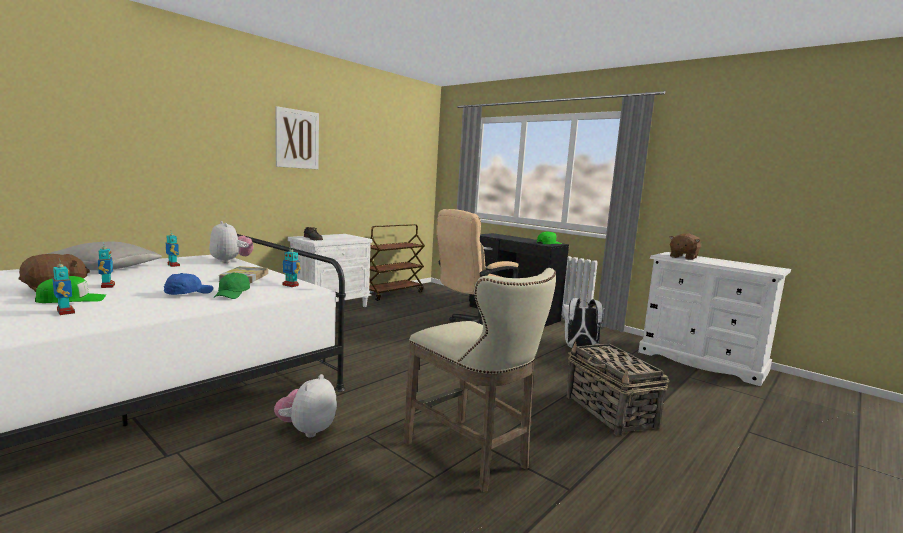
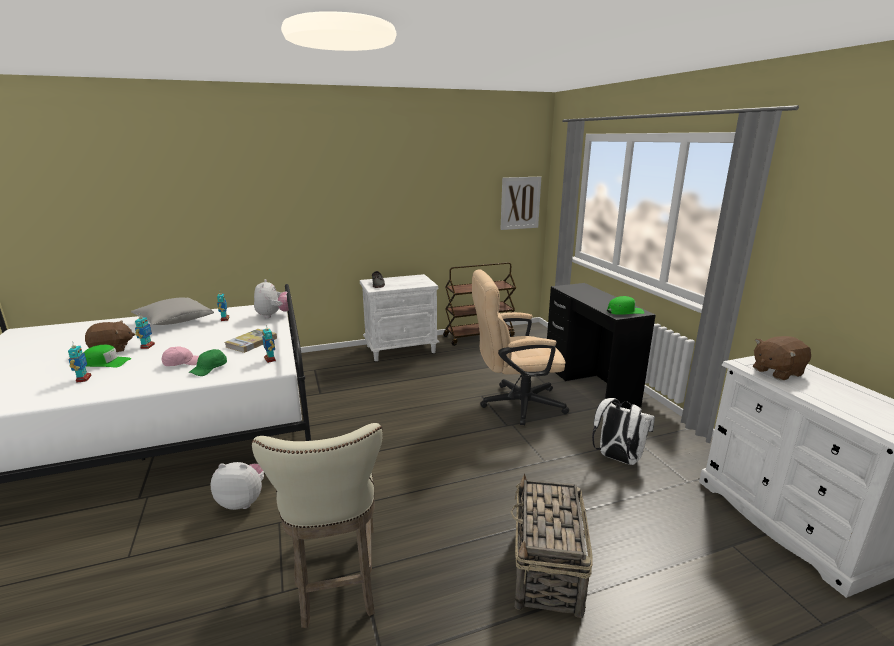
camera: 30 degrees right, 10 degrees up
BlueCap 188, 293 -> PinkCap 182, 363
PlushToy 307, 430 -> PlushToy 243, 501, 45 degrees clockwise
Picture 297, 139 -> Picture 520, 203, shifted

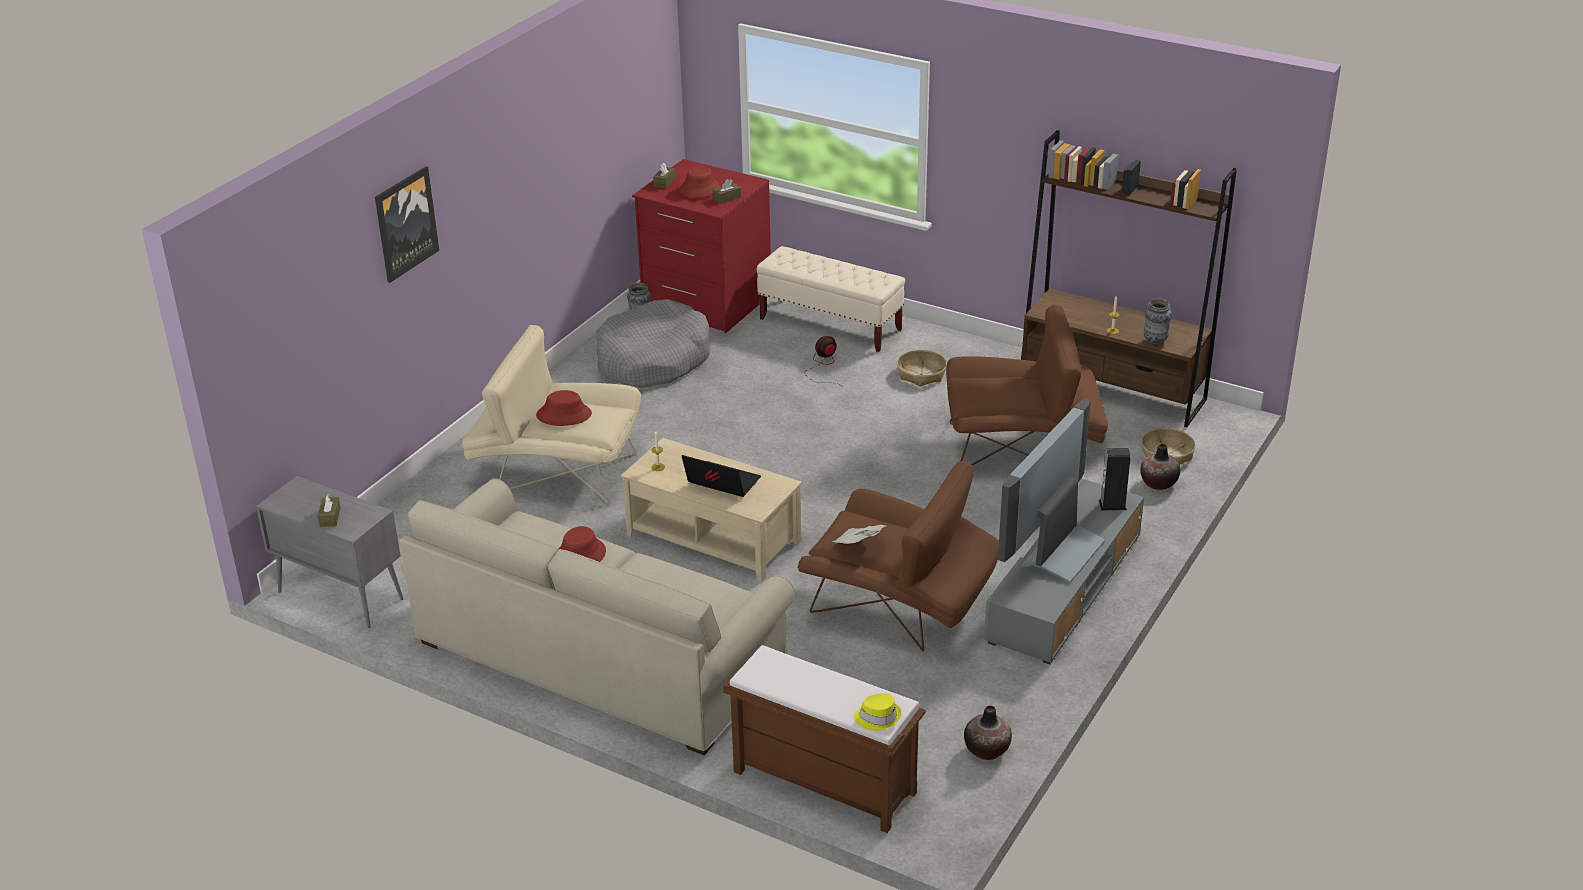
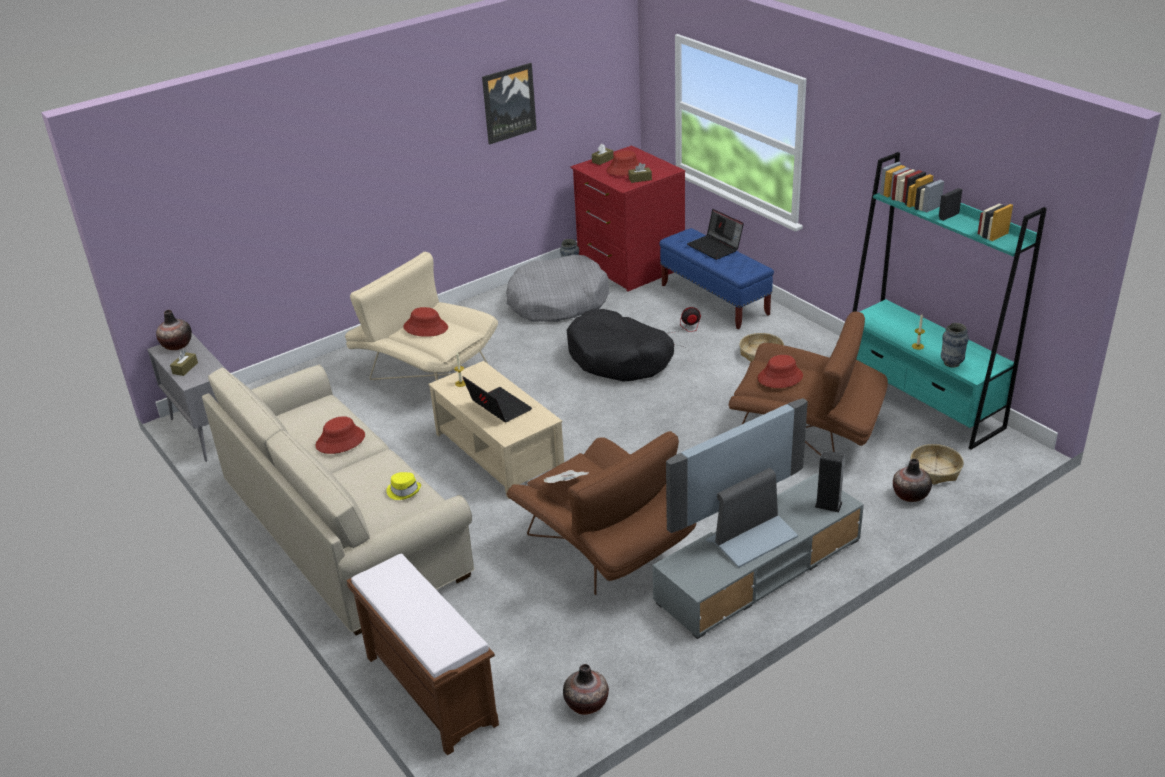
camera: 25 degrees right, 0 degrees up
Picture 405, 223 -> Picture 508, 103, shifted
BeigeBench 830, 325 -> BlueBench 714, 300
YellowHat 877, 717 -> YellowHat 404, 490, shifted
BrownBookcase 1112, 390 -> TurquoiseBookcase 921, 402
none -> Vase 177, 345
none -> BlackDogBed 619, 358
none -> Laptop 715, 247
none -> RedHat 780, 377

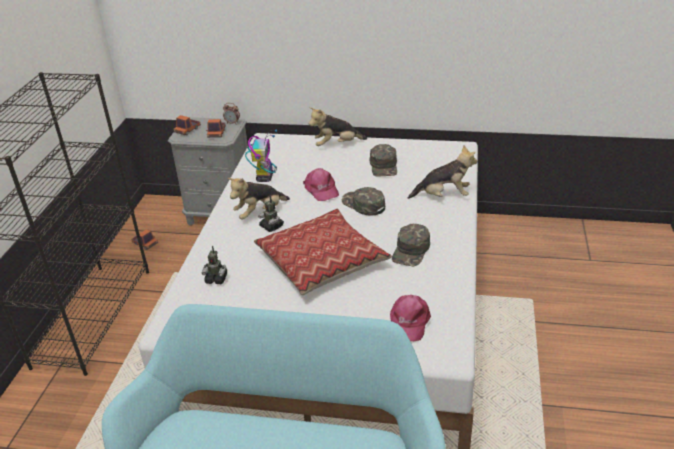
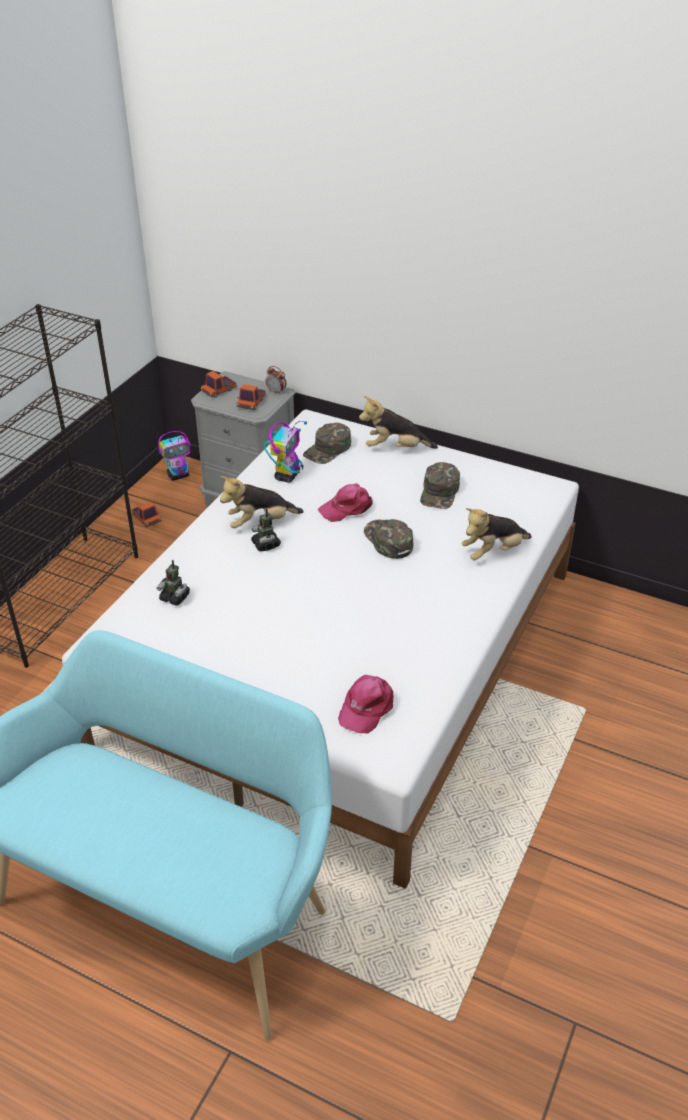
camera: 15 degrees right, 5 degrees up
Pillow 322, 261 -> none
PinkCap 321, 189 -> PinkCap 347, 508, 75 degrees clockwise
GreenCap 411, 250 -> GreenCap 328, 449, shifted
PlushToy 443, 196 -> PlushToy 493, 552, 135 degrees clockwise
none -> ToyRobot 178, 475

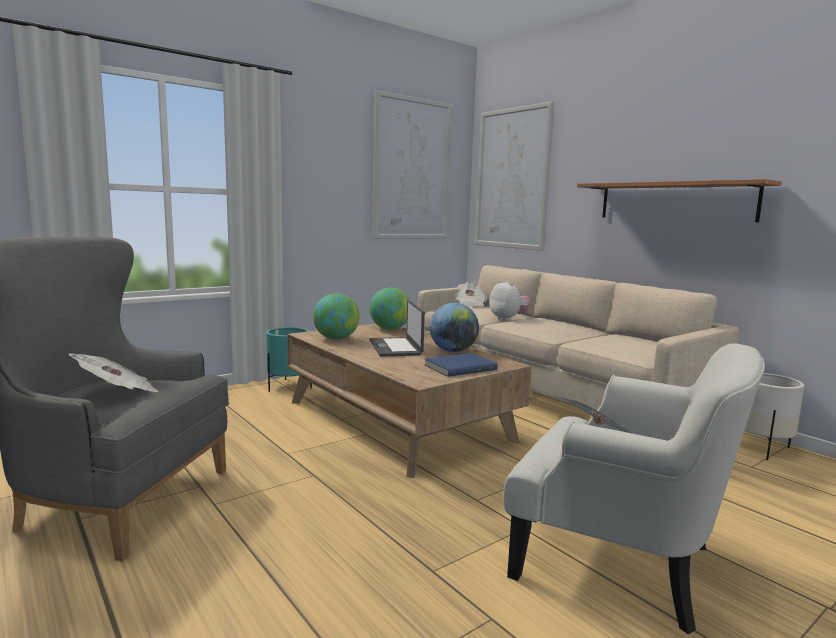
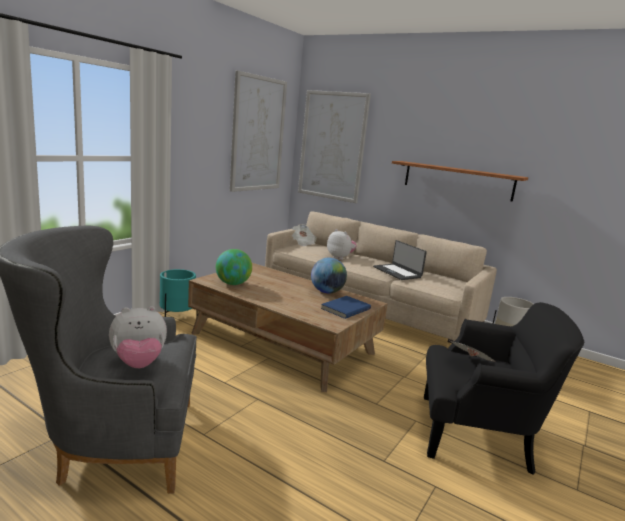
camera: 20 degrees left, 5 degrees up
Newspaper 118, 393 -> PlushToy 138, 363
Globe 390, 329 -> none
Laptop 396, 347 -> Laptop 397, 272, shifted
WhiteArmchair 619, 560 -> BlackArmchair 477, 434

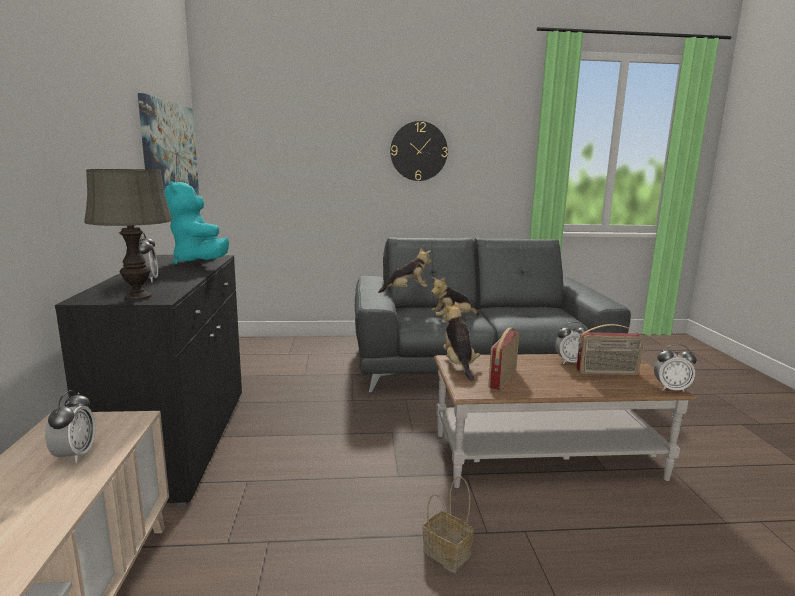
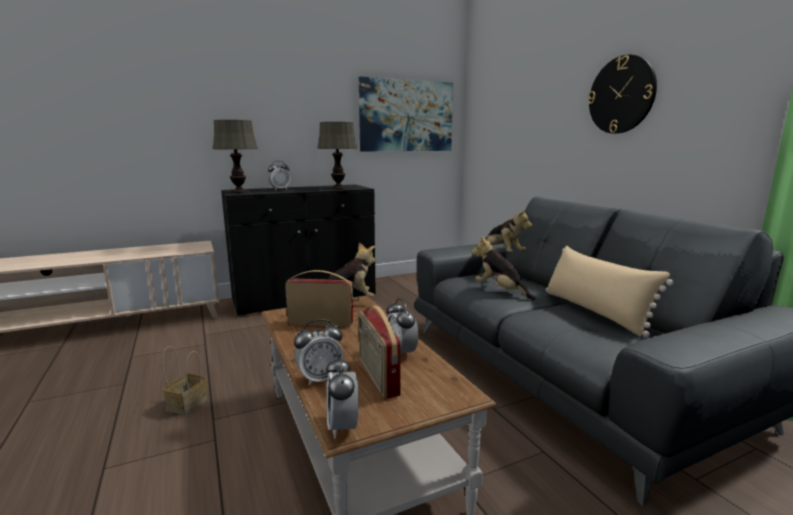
camera: 70 degrees right, 0 degrees up
AlarmClock 75, 455 -> AlarmClock 320, 379, shifted
TurquoisePlushToy 200, 262 -> GreyTableLamp 338, 188
none -> BeigePillow 594, 311

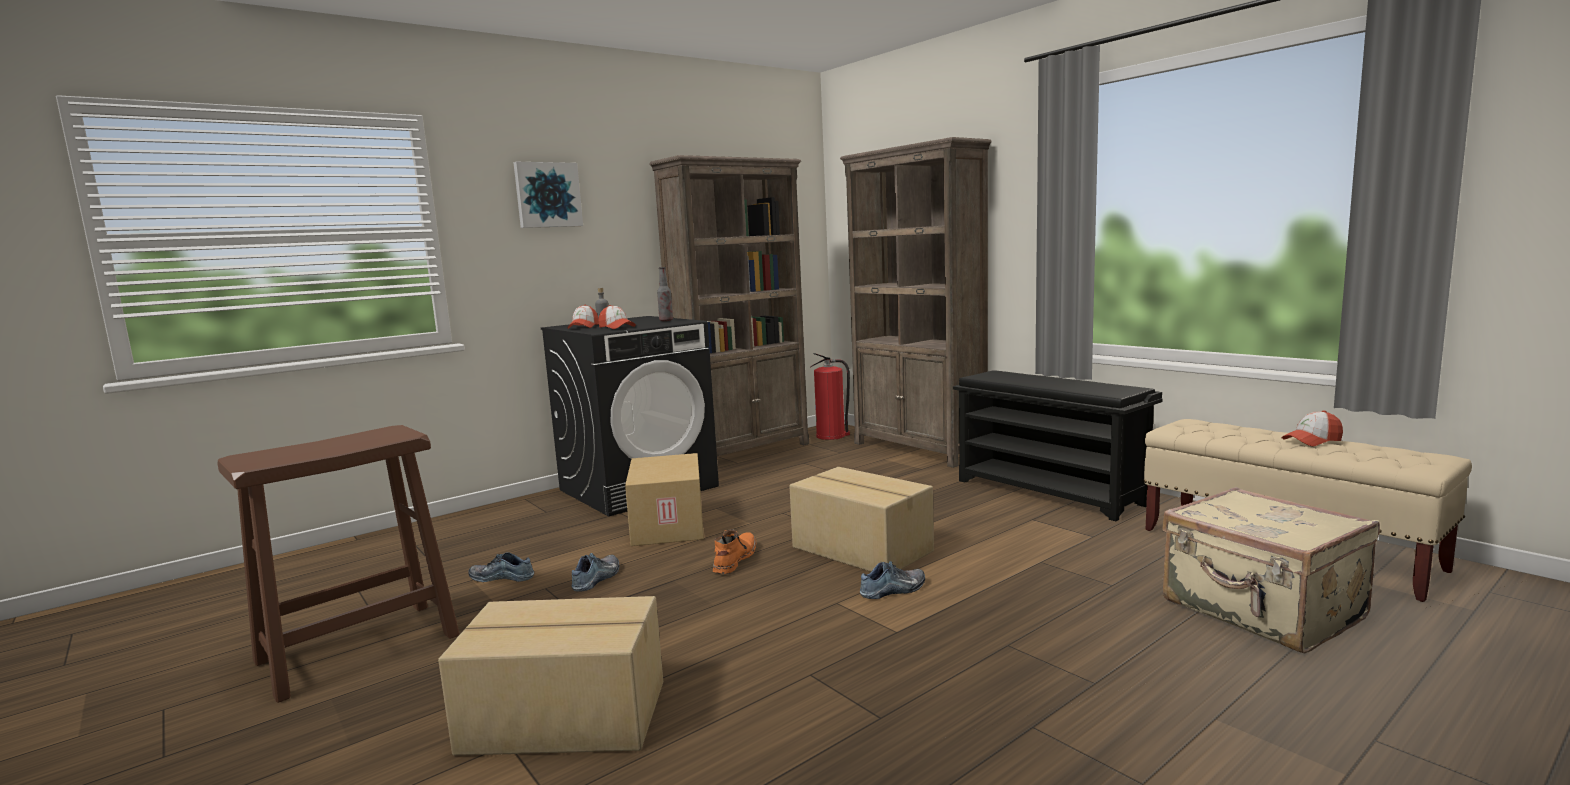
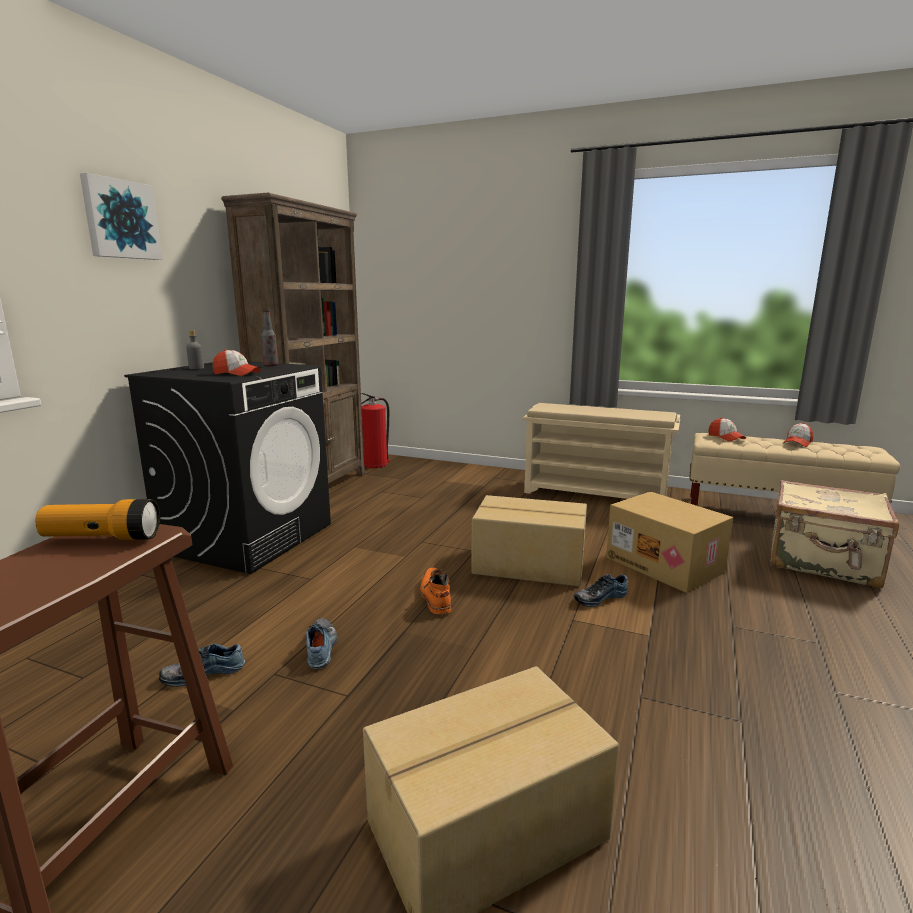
camera: 30 degrees left, 5 degrees up
Cap 583, 327 -> Cap 725, 437, shifted
CardboardBox 670, 525 -> CardboardBox 665, 564, shifted
BrownBookcase 918, 449 -> none
Shoe 894, 590 -> Shoe 599, 597, 150 degrees counterclockwise
BlackShoeRack 1050, 492 -> BeigeShoeRack 596, 494
none -> Flashlight 102, 538

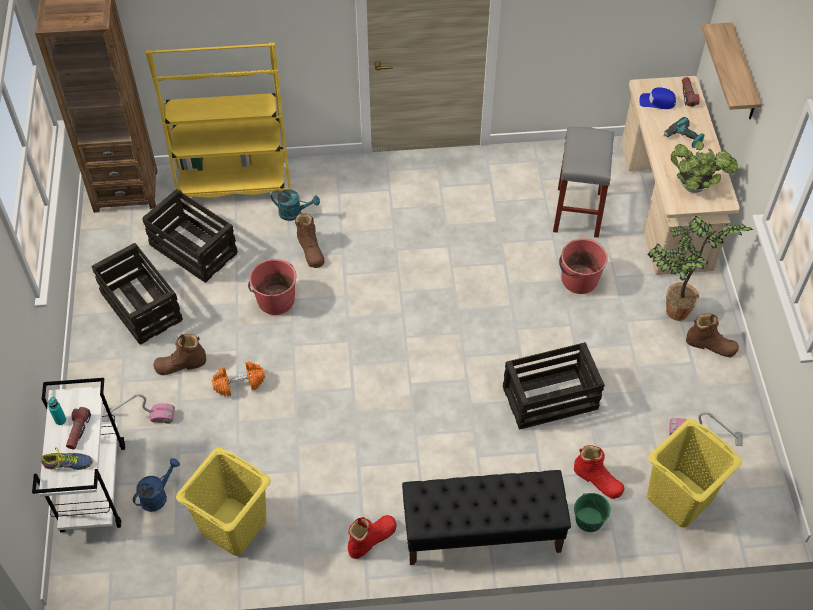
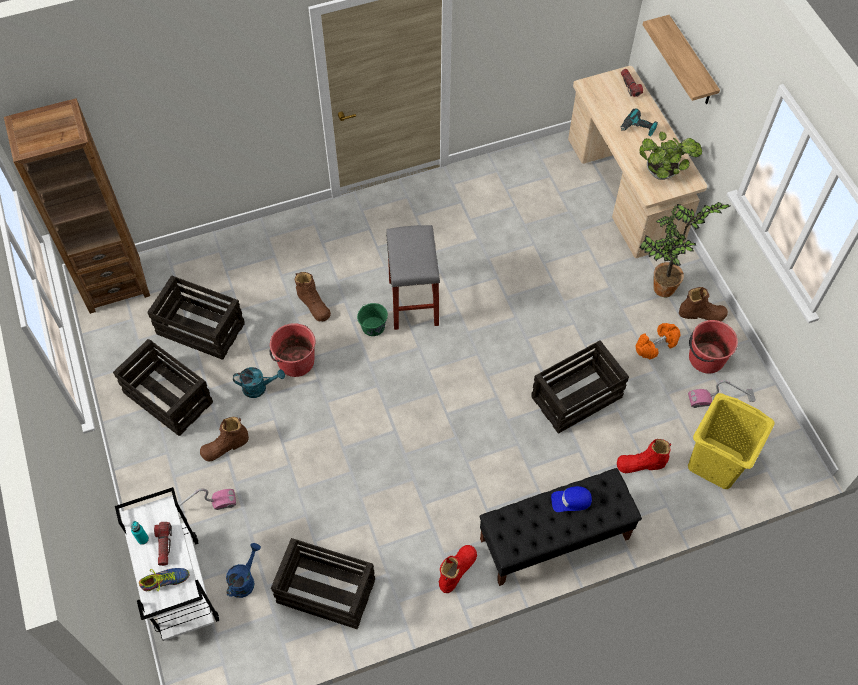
camera: 15 degrees left, 5 degrees up
YellowBookcase 234, 183 -> none
YellowLaundryBasket 233, 526 -> Crate 325, 591
OrangeDumbbell 239, 383 -> OrangeDumbbell 656, 345, shifted
TurquoiseWateringCan 294, 213 -> TurquoiseWateringCan 259, 387, shifted
GreyStool 577, 211 -> GreyStool 413, 302, shifted
RedBucket 578, 279 -> RedBucket 705, 358, shifted
RedBoot 598, 480 -> RedBoot 641, 463, 150 degrees clockwise
GreenBucket 589, 520 -> GreenBucket 373, 326, shifted
BlueCap 657, 102 -> BlueCap 571, 501, shifted

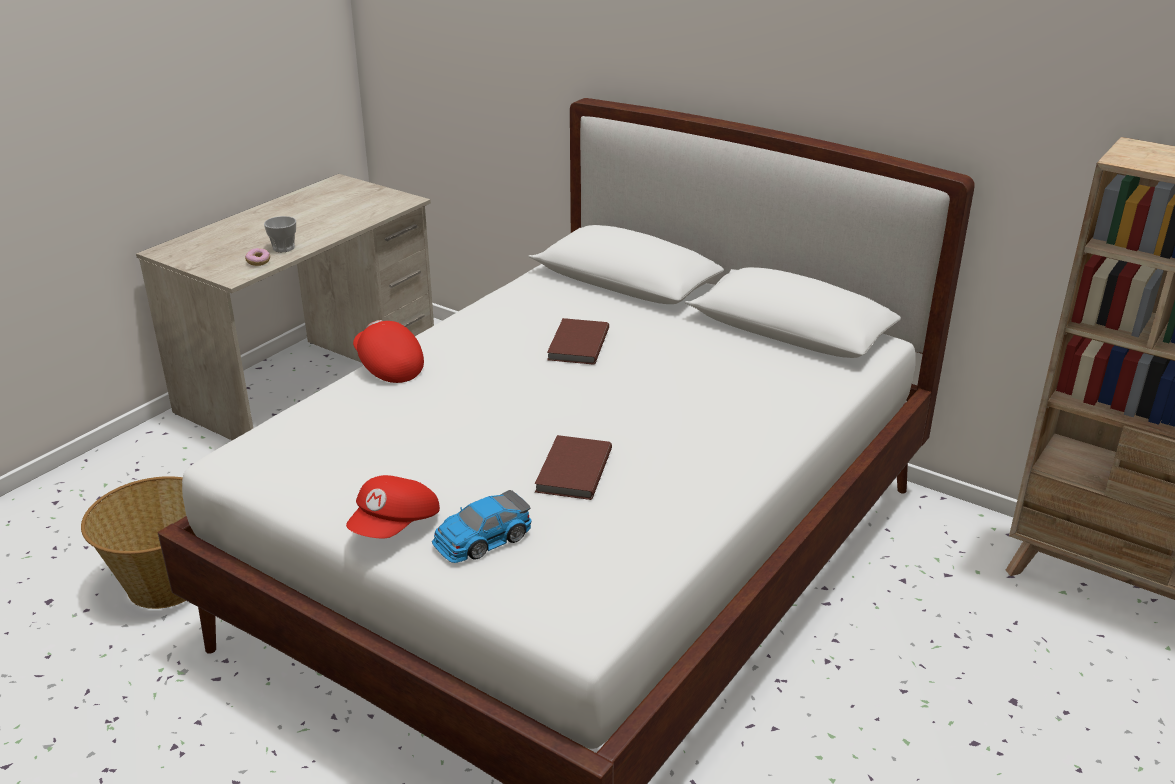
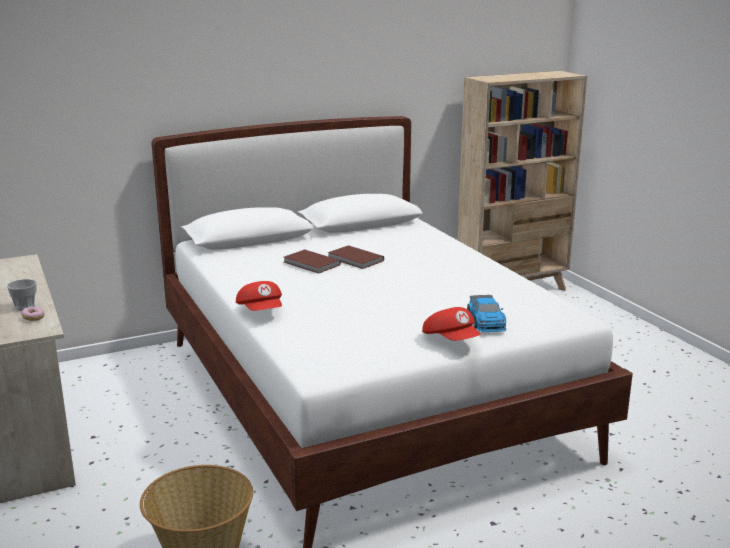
camera: 60 degrees left, 10 degrees down
RedCap 387, 366 -> RedCap 261, 311, 105 degrees counterclockwise
BrownBook 571, 471 -> BrownBook 355, 259, shifted

